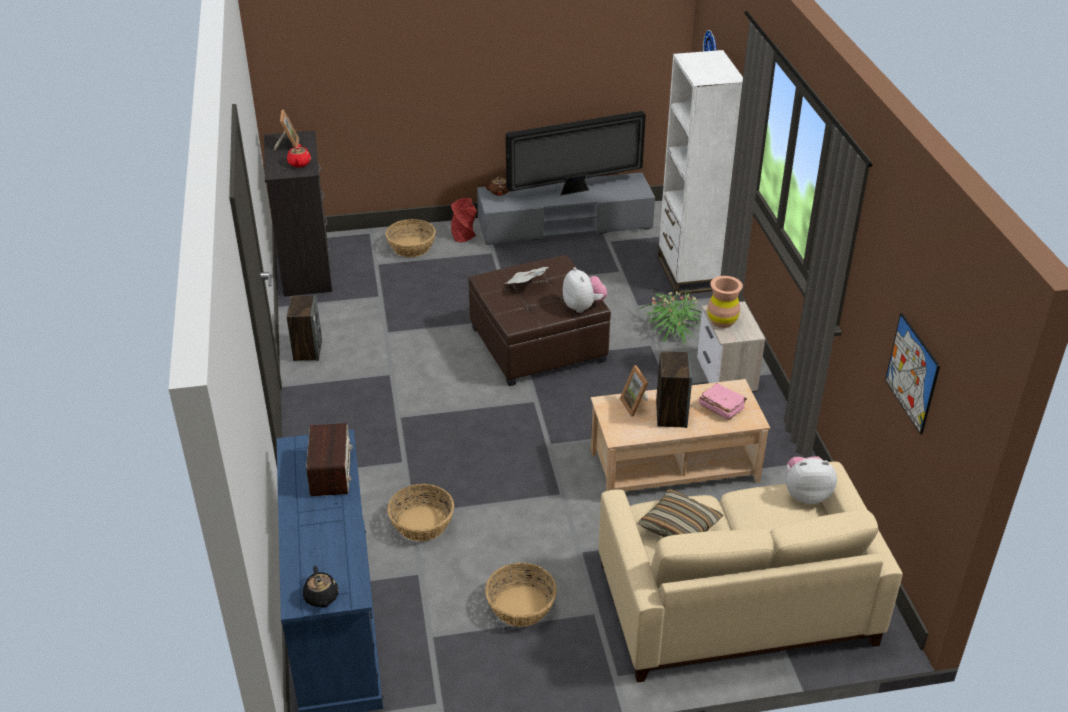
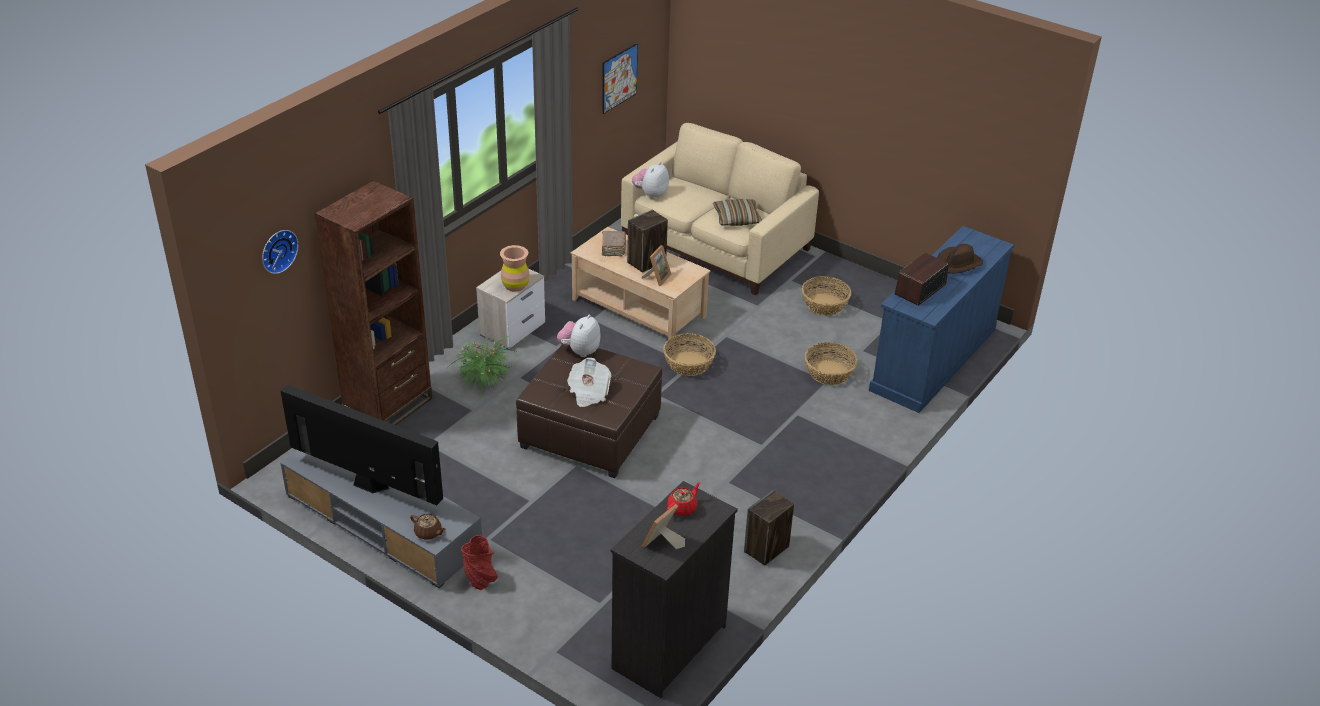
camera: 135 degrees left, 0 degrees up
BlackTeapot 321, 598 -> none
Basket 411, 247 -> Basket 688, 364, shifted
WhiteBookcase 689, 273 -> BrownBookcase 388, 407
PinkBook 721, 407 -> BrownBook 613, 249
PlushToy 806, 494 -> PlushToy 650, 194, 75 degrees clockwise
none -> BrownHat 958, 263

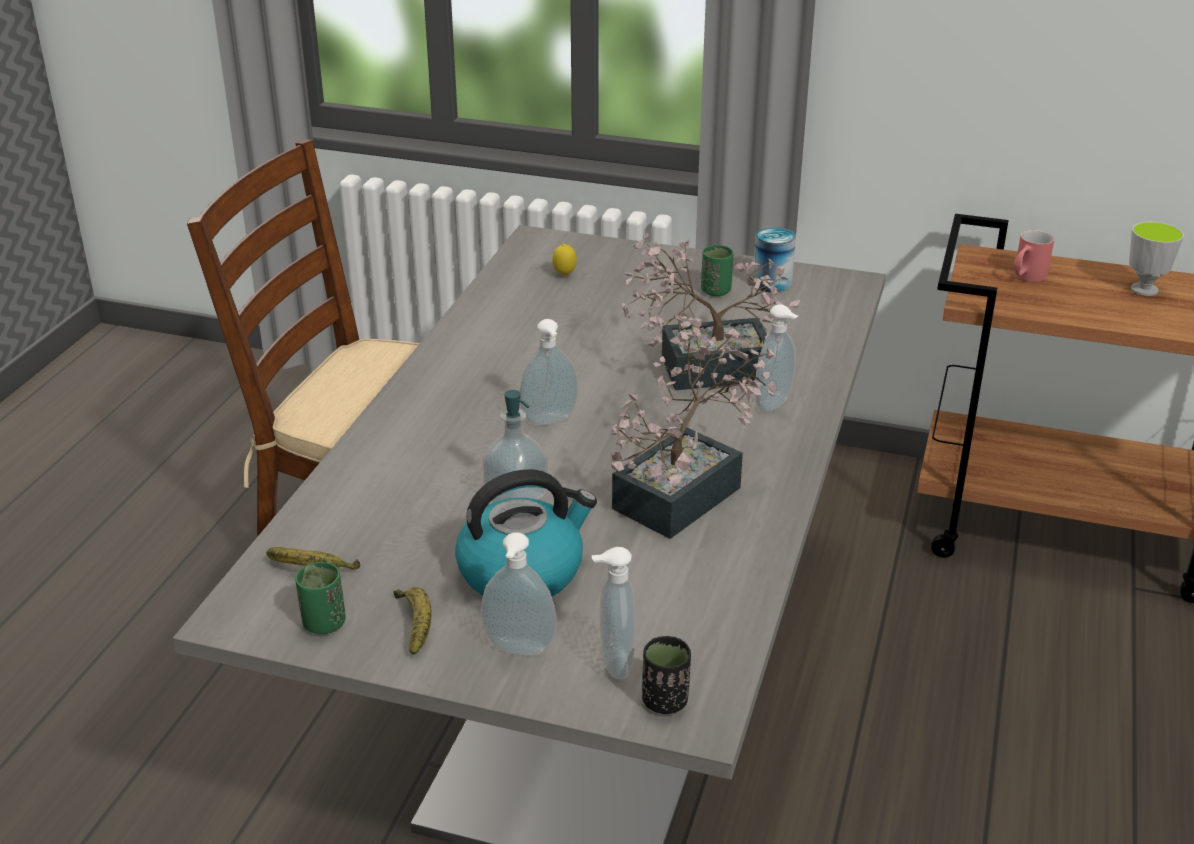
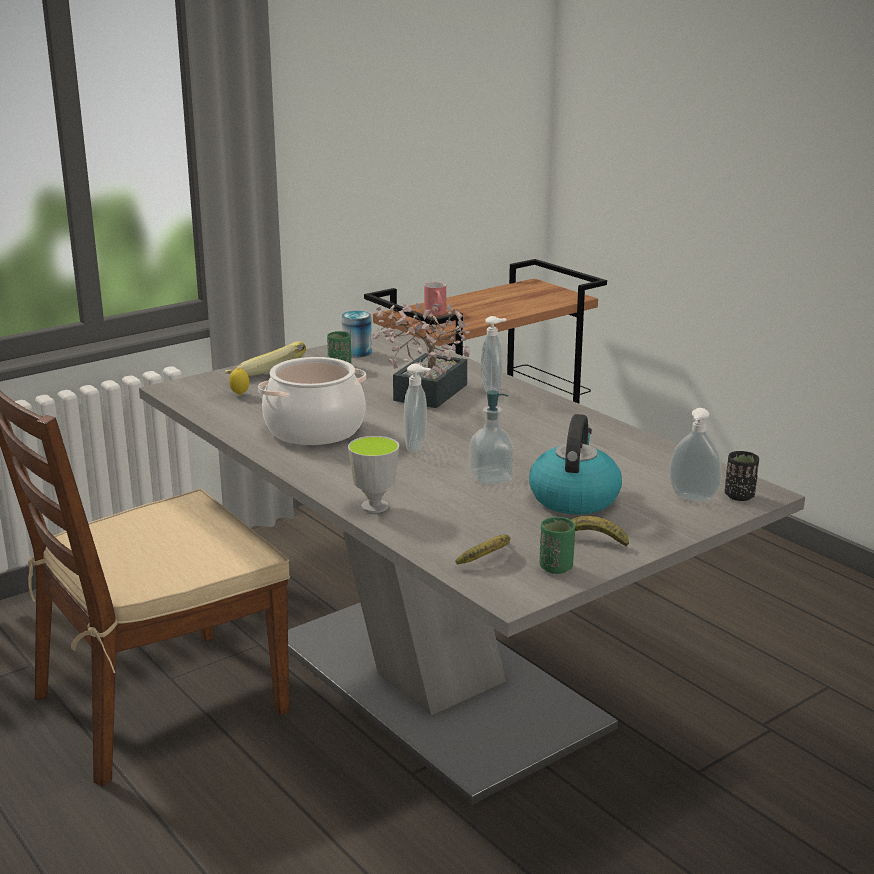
camera: 55 degrees left, 10 degrees down
SoapDispenser 518, 650 -> none
PottedPlant 688, 491 -> none
Cup 1144, 289 -> Cup 374, 507, shifted
none -> Banana 266, 380
none -> CookingPot 315, 429

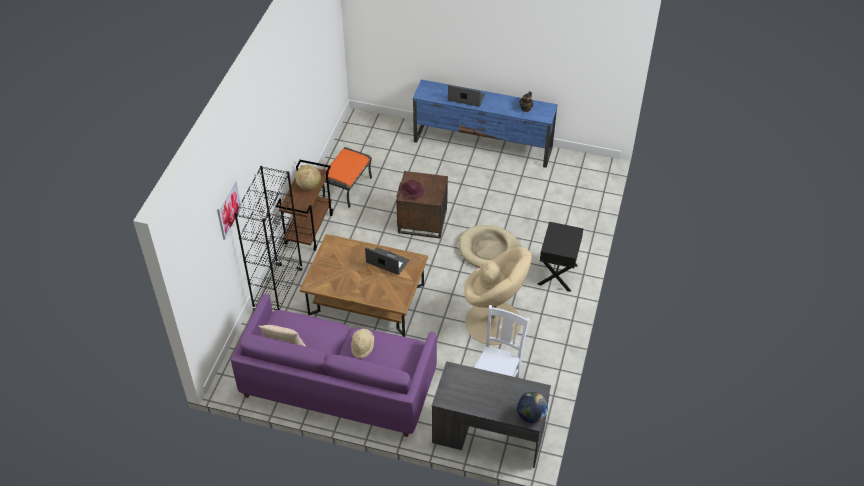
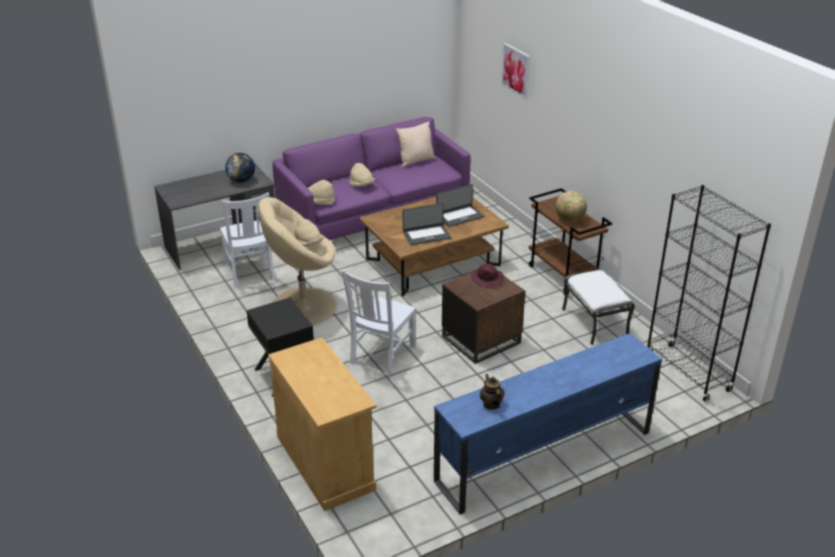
camera: 135 degrees right, 15 degrees down
BlackBookcase 278, 290 -> BlackBookcase 688, 372, shifted
OrangeOttoman 347, 187 -> WhiteOttoman 595, 322
Laptop 466, 98 -> Laptop 459, 216, shifted
BeigeDogBed 489, 250 -> WhiteChair 381, 355
Globe 531, 415 -> Globe 241, 180, shifted
none -> BeigeCabinet 325, 462
none -> BeigeHat 320, 202

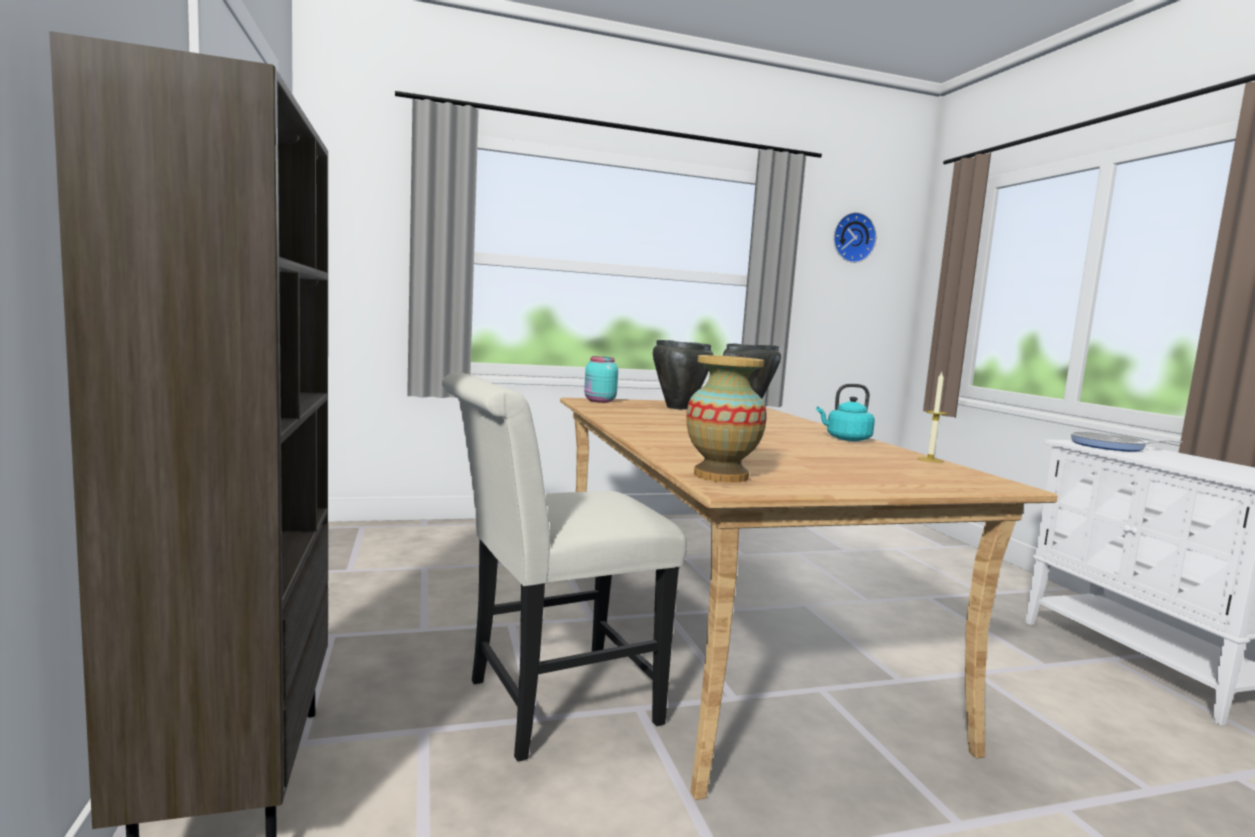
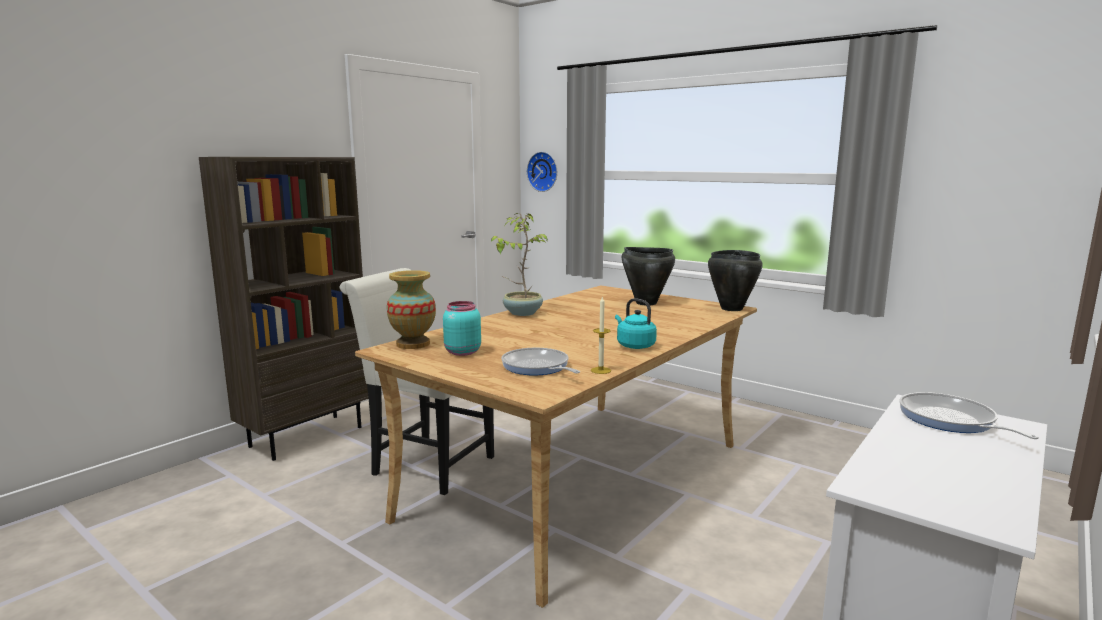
camera: 55 degrees right, 5 degrees up
TurquoiseJar 599, 401 -> TurquoiseJar 461, 352, shifted
WallClock 852, 237 -> WallClock 543, 171, shifted
none -> PottedPlant 522, 313
none -> FryingPan 537, 367

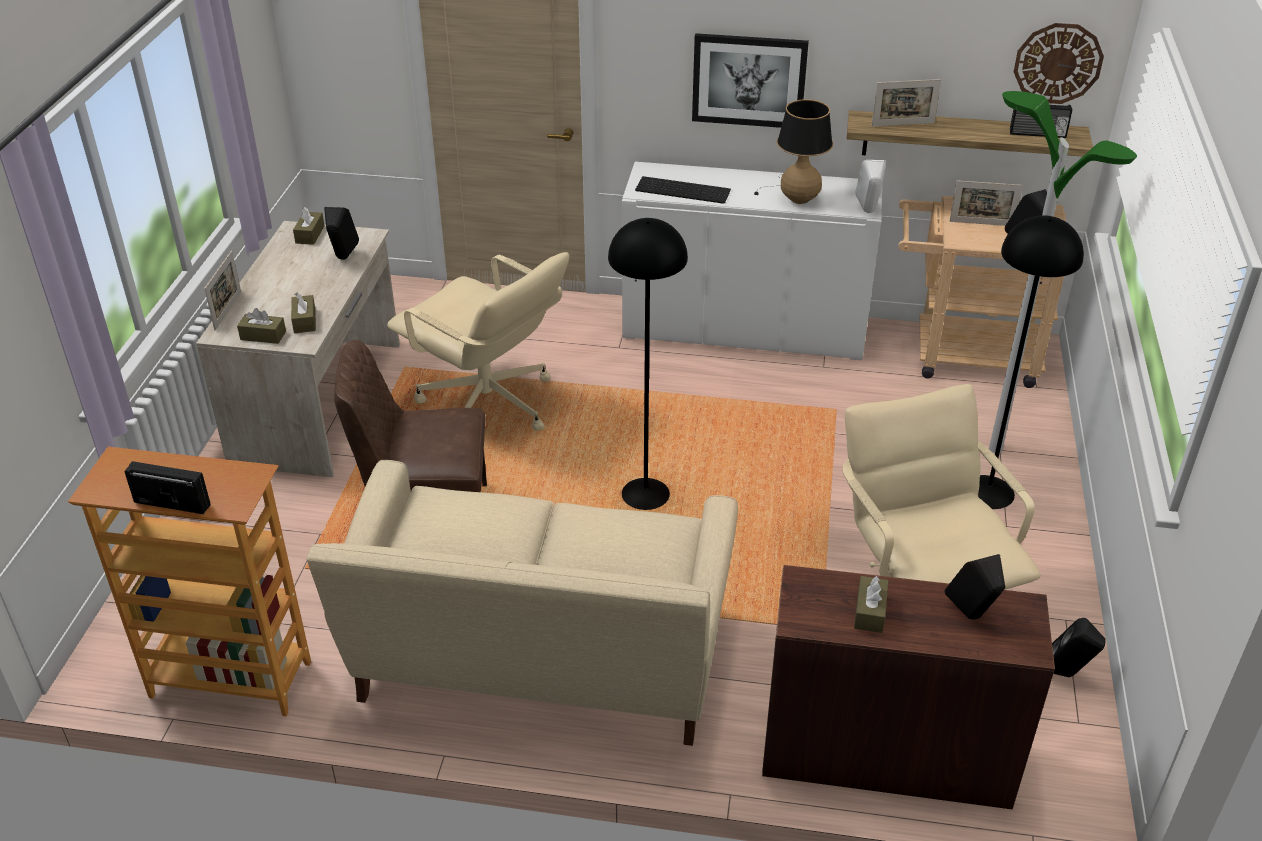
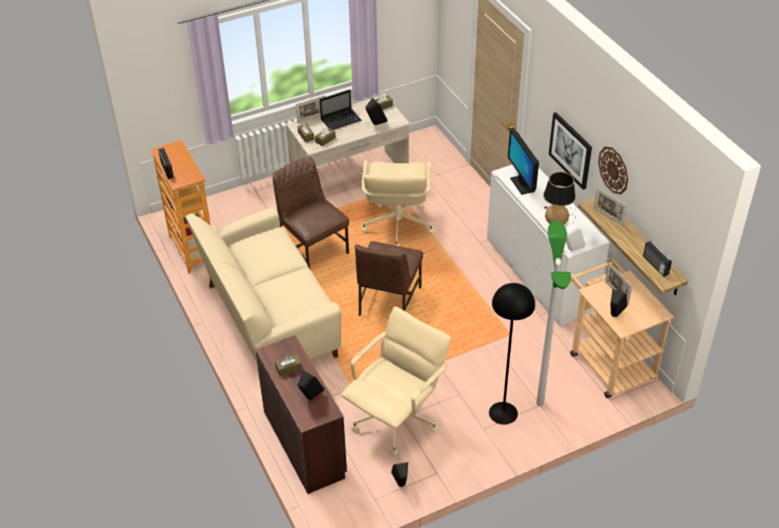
camera: 55 degrees right, 5 degrees up
BlackFloorLamp 645, 495 -> BrownChair 388, 302
Keyboard 684, 190 -> Monitor 522, 184
WallClock 1058, 63 -> WallClock 613, 170, shifted
none -> Laptop 341, 120

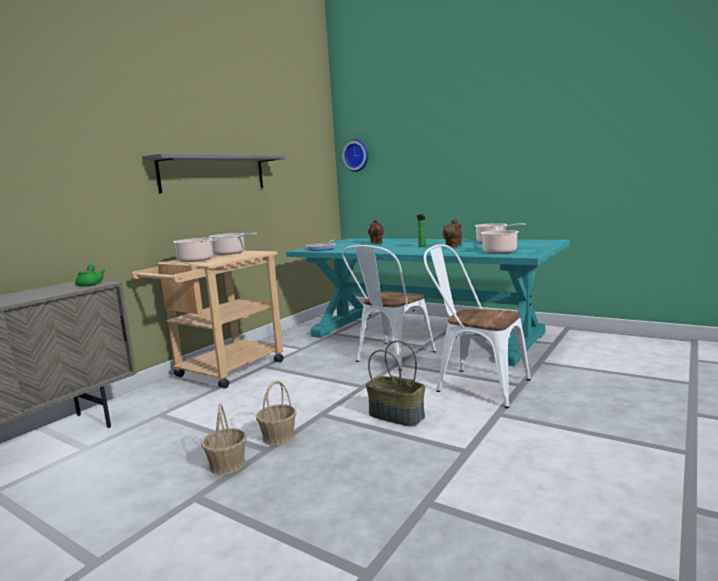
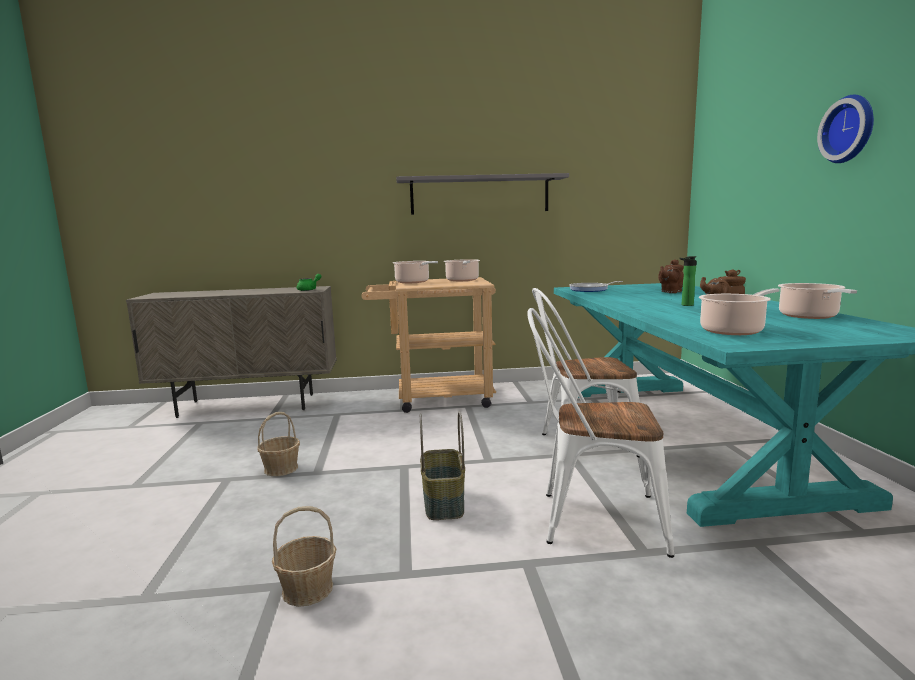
camera: 50 degrees right, 0 degrees up
Basket 278, 437 -> Basket 307, 589, shifted
WallClock 357, 155 -> WallClock 850, 129, shifted
WhiteChair 475, 385 -> WhiteChair 590, 519, 75 degrees counterclockwise

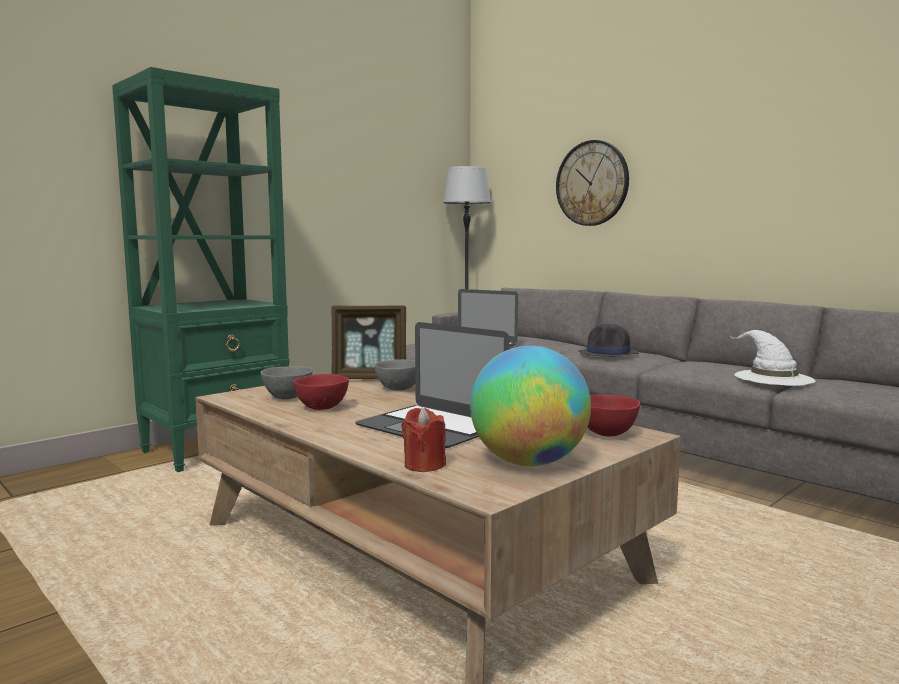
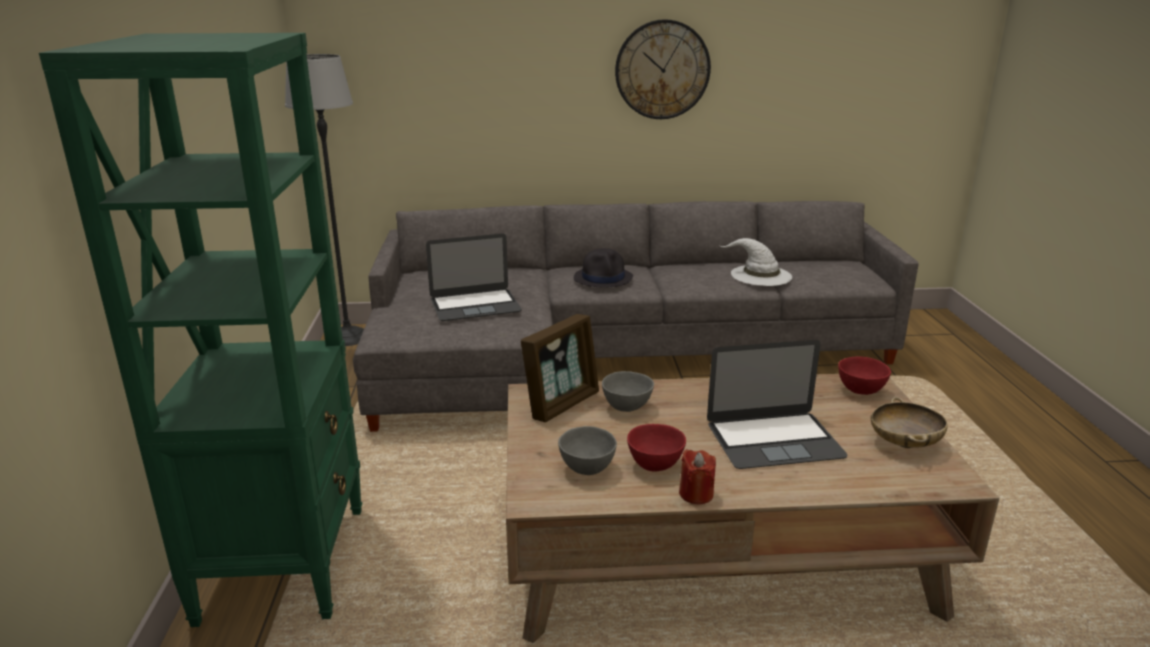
camera: 50 degrees left, 15 degrees up
RedCandle 424, 465 -> RedCandle 696, 494, shifted
Globe 528, 462 -> BeigeBowl 904, 443
WallClock 592, 183 -> WallClock 662, 70, shifted

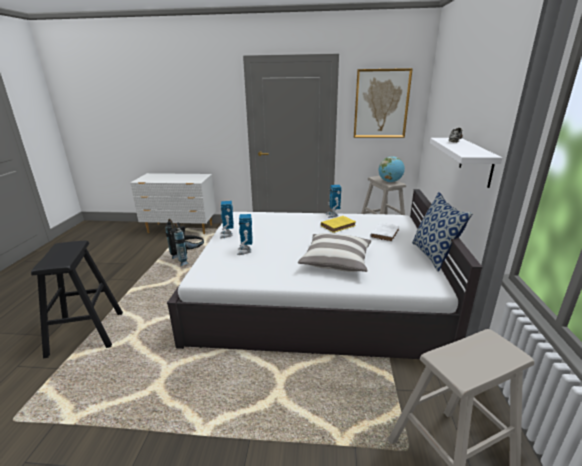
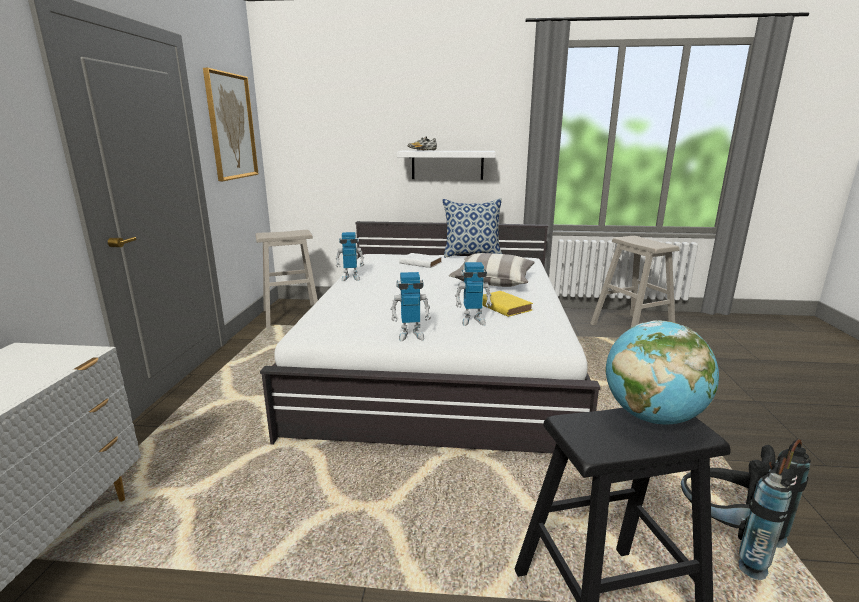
camera: 90 degrees left, 5 degrees down
BlackBackpack 188, 258 -> BlackBackpack 726, 540, shifted
YellowBook 339, 225 -> YellowBook 502, 306, shifted
Globe 390, 182 -> Globe 652, 417, shifted

